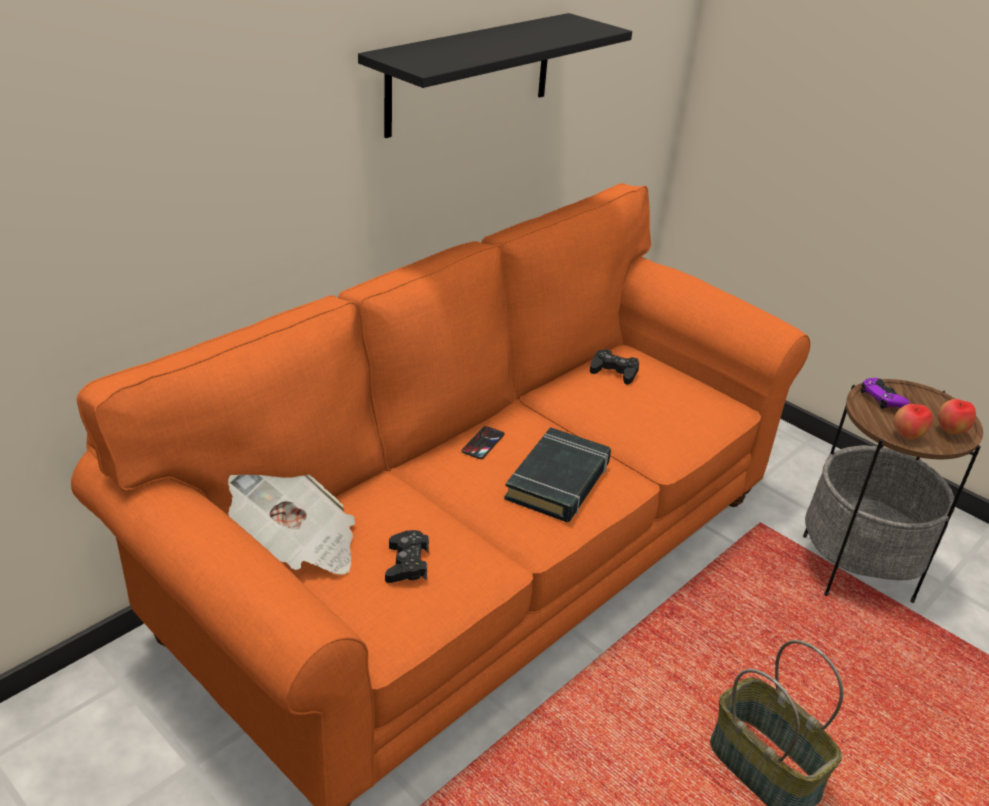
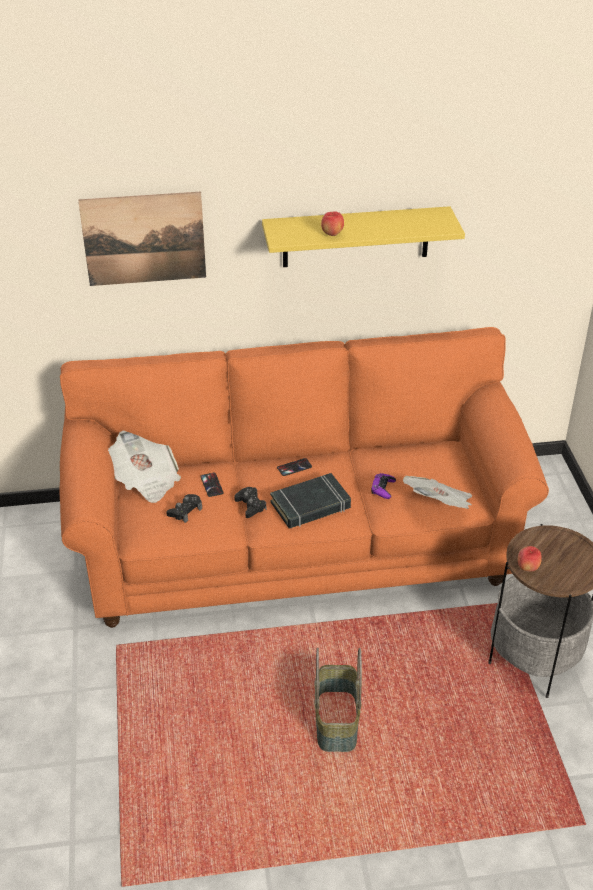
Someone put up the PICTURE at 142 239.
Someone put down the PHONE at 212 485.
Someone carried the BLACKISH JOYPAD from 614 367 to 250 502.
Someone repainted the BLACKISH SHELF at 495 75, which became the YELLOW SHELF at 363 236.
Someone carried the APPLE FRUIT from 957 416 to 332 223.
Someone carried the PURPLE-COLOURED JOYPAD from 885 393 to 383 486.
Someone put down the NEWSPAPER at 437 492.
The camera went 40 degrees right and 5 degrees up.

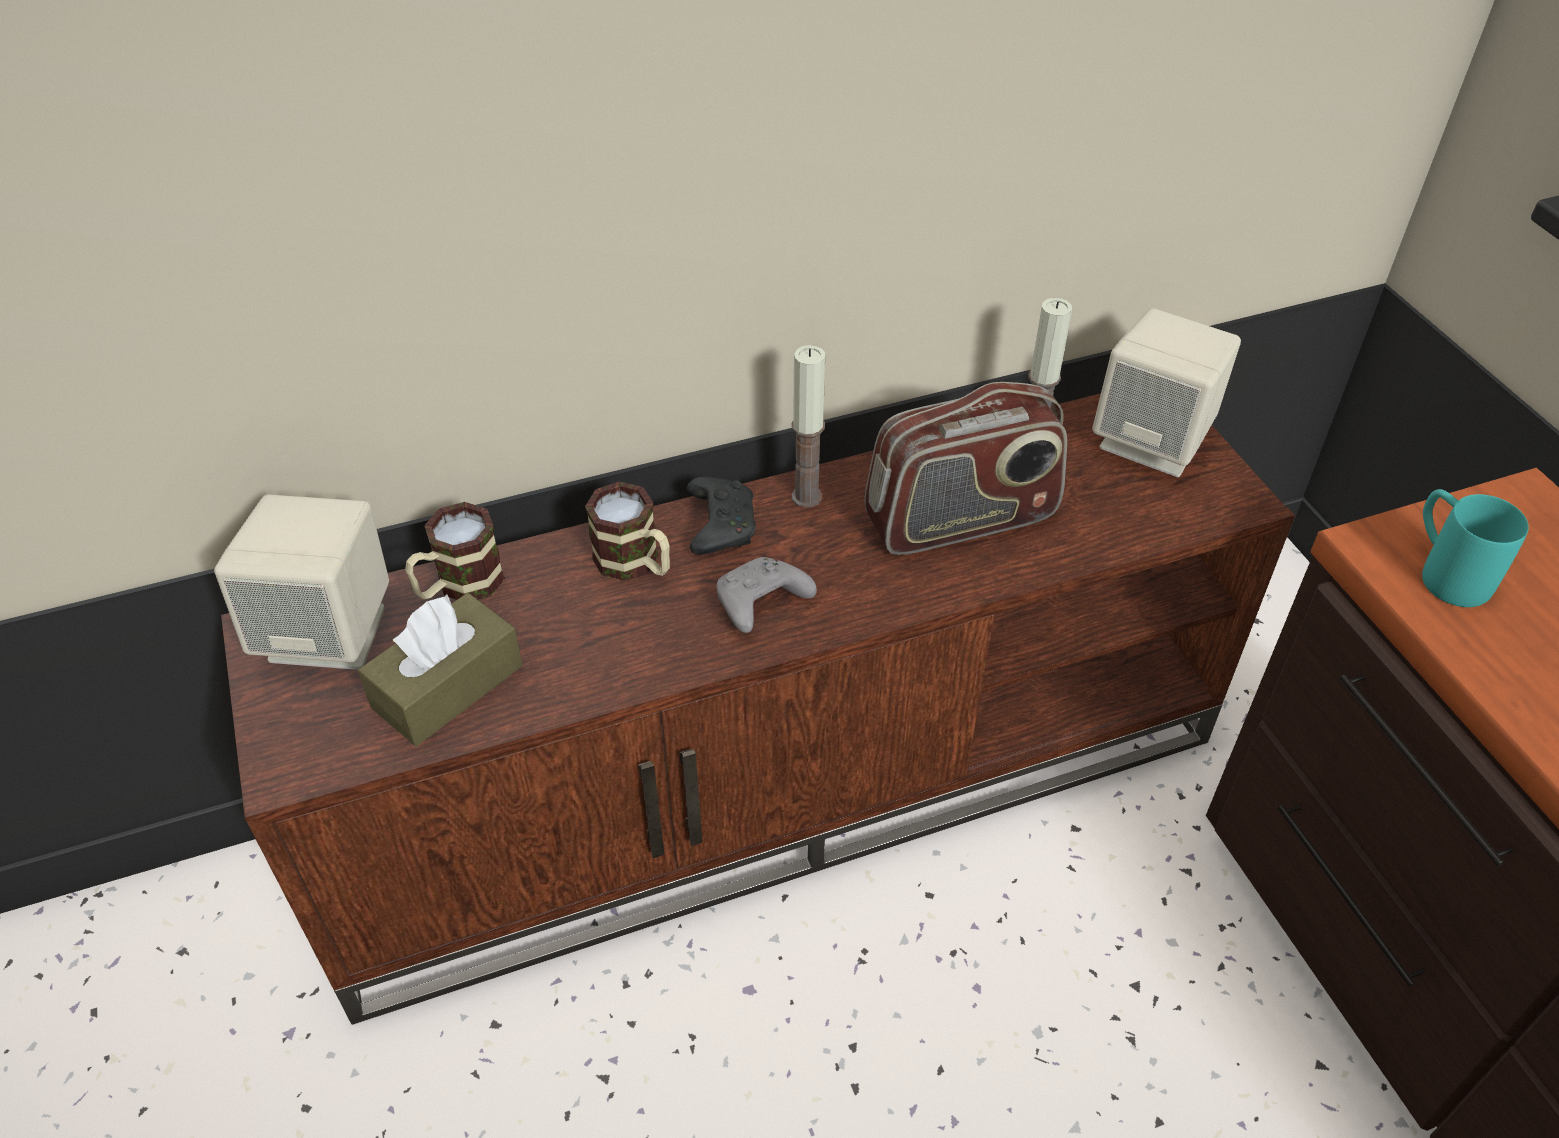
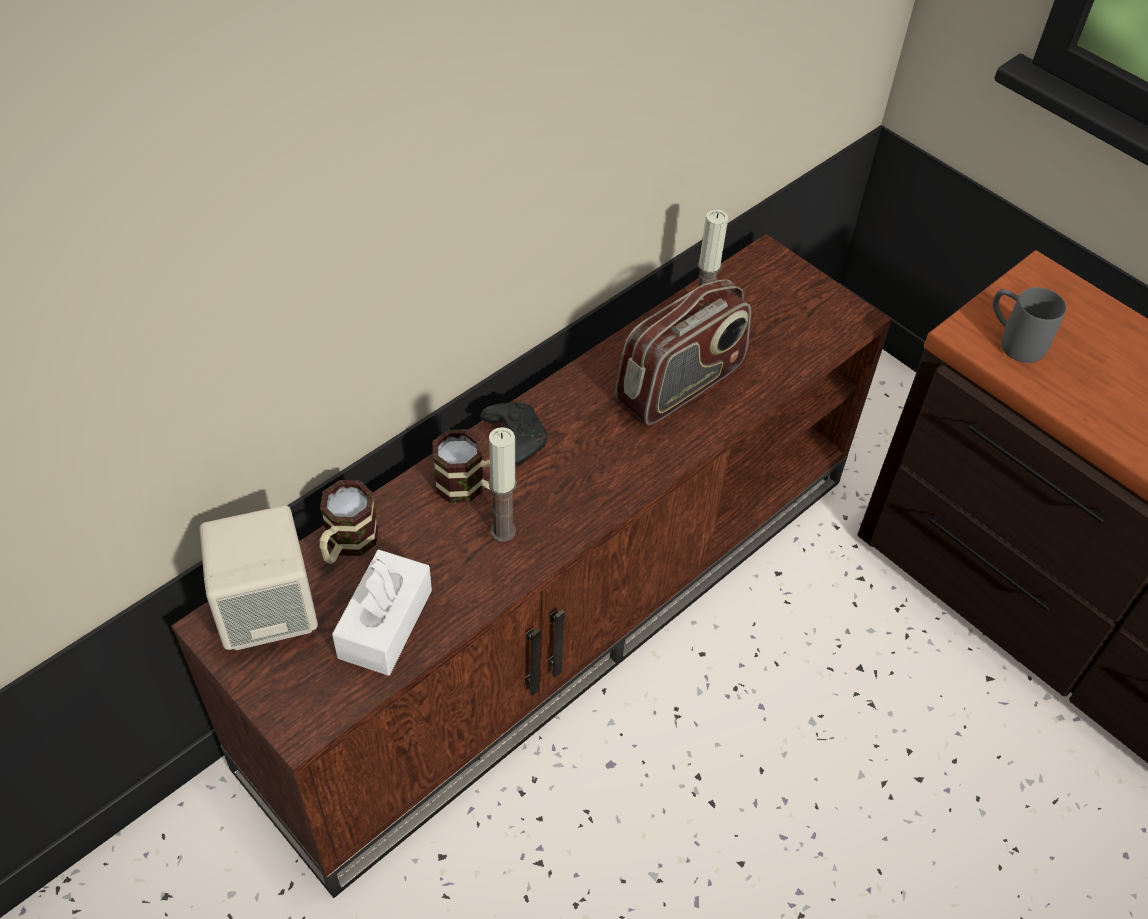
Someone repainted the BROWNISH TISSUE BOX at 440 669, which became the WHITE TISSUE BOX at 382 613.
Someone carried the WAX LIGHT from 808 426 to 503 484.
Someone repainted the BLUE-GREEN TEA MUG at 1475 548, which became the GREY TEA MUG at 1029 325.
Someone took away the GREY JOYPAD at 766 595.
Someone took away the SAND-COLOURED SPEAKER at 1166 392.
The camera went 25 degrees left and 5 degrees up.

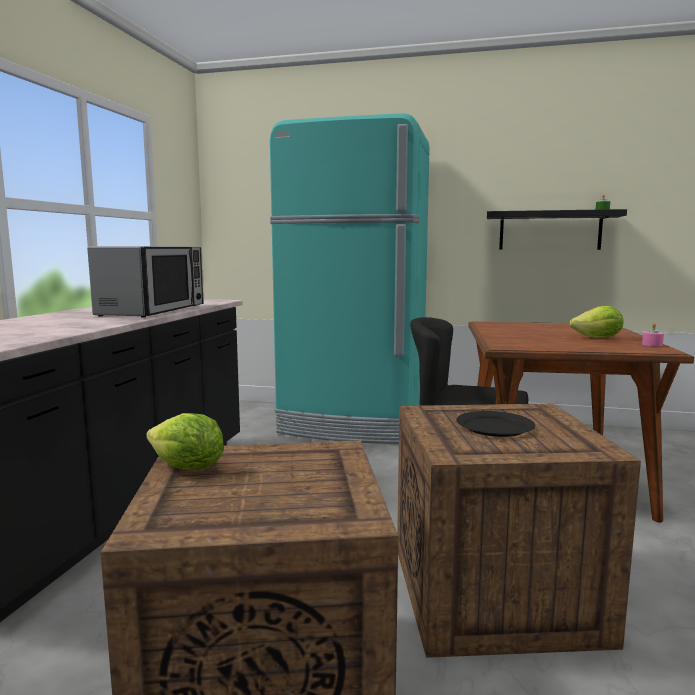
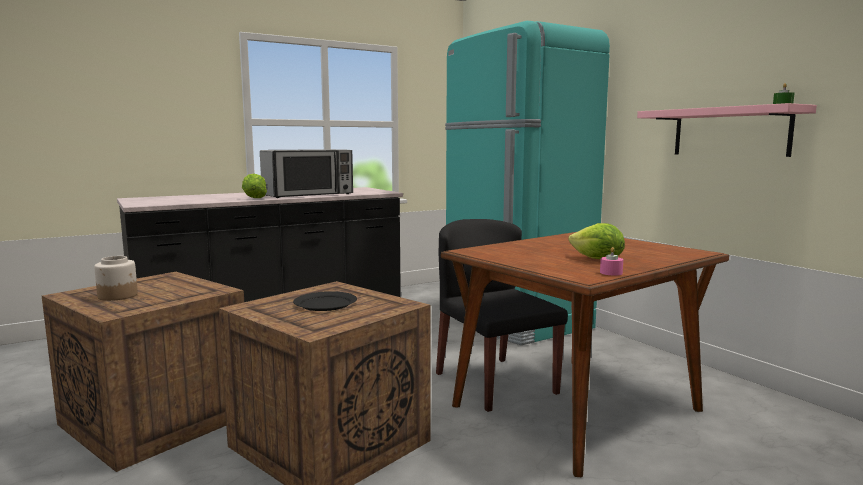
Someone put down the STORAGE JAR at 116 278.
Someone carried the LETTUCE HEAD from 185 441 to 254 186.
Someone repainted the BLACKISH SHELF at 557 229, which became the PINKISH SHELF at 727 130.
The camera went 45 degrees right and 0 degrees up.

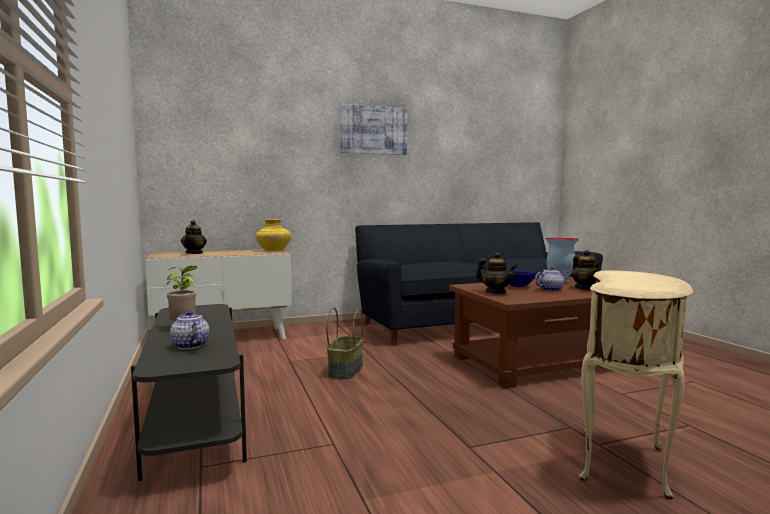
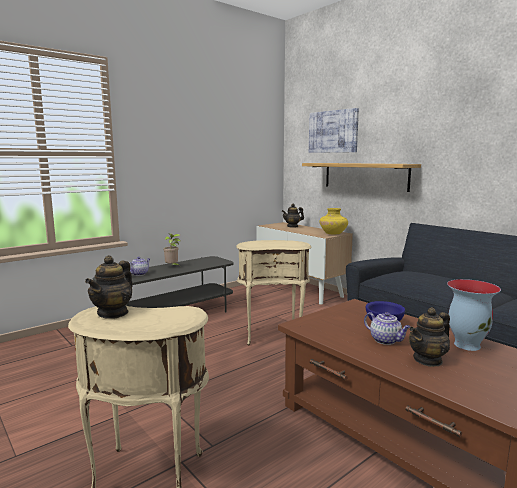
Someone carried the POT FOR TEA from 497 273 to 109 287.
Someone swapped the STORAGE BASKET at 345 343 for the SAND-COLOURED SIDE TABLE at 273 293.
Someone put up the SHELF at 361 177.
Someone carried the PICTURE from 373 129 to 334 130.
The camera went 70 degrees right and 5 degrees up.

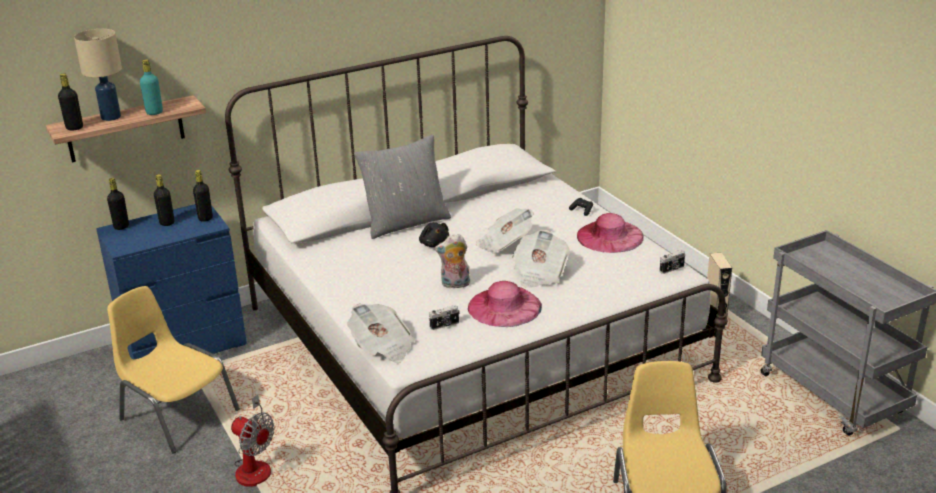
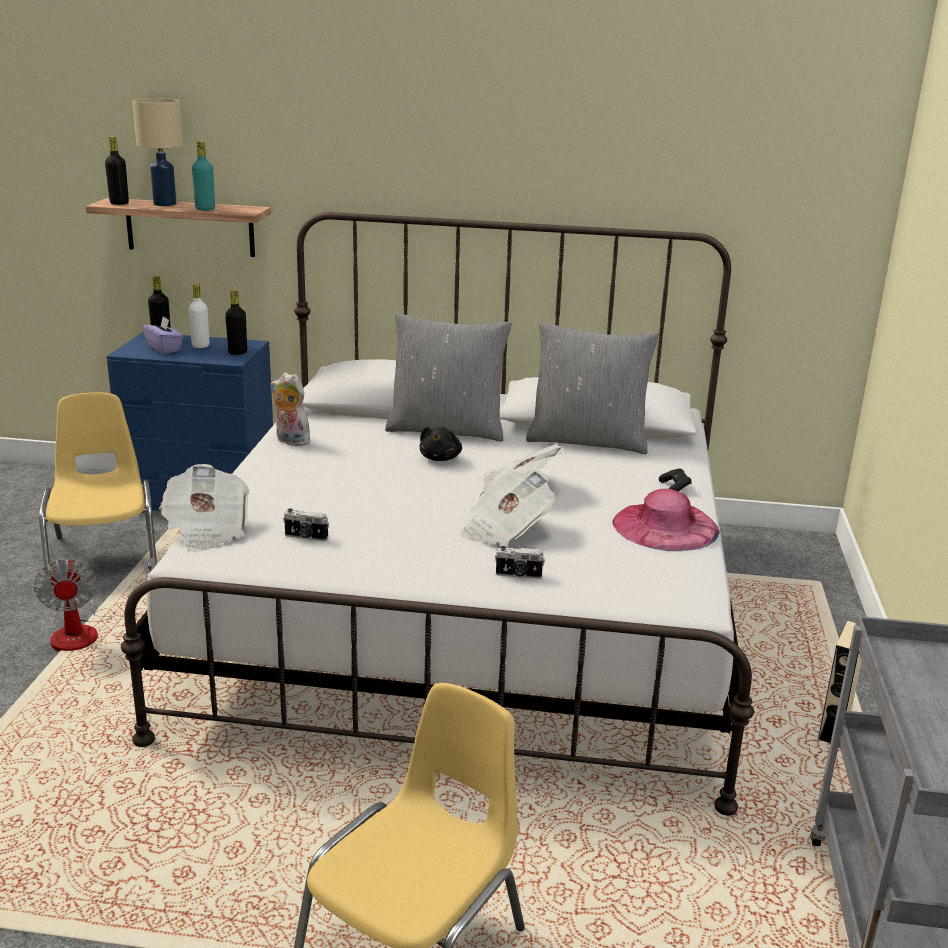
Someone put down the PURPLE-COLOURED TISSUE BOX at 163 335.
Someone repainted the BLACKISH BOTTLE at 164 200, which became the WHITE BOTTLE at 199 316.
Someone carried the CUDDLY TOY from 452 261 to 290 409.
Someone carried the STILL CAMERA from 672 262 to 520 562.
Someone put down the GREY CUSHION at 592 388.
Someone took away the PINKISH CLOTHING HAT at 505 304.
The camera went 35 degrees right and 5 degrees down.

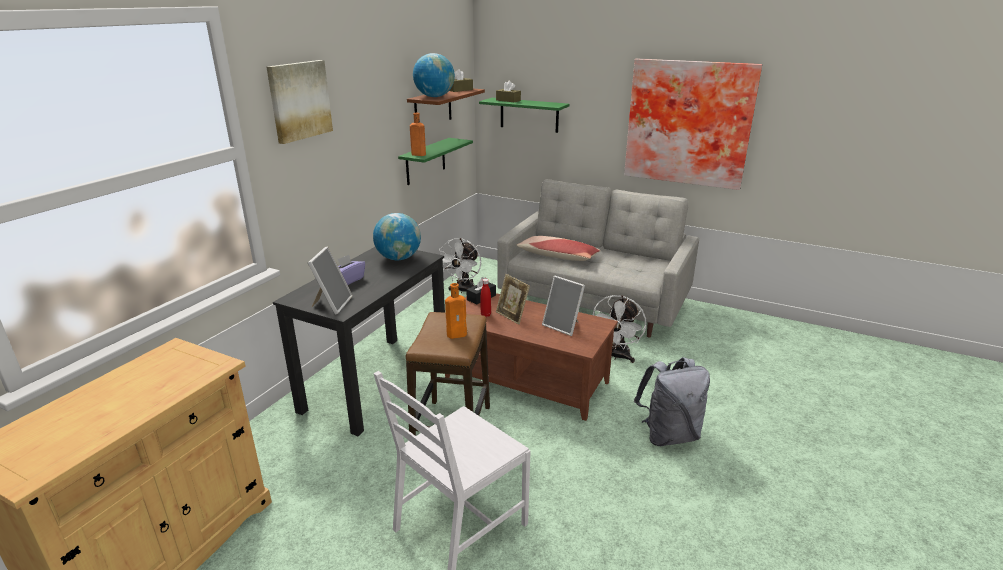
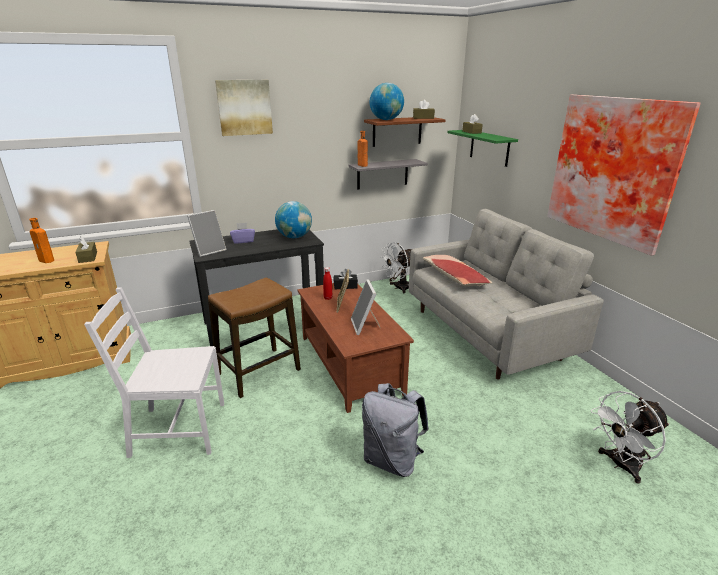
Someone carried the ORANGE-COLOURED BOTTLE from 456 311 to 41 240.
Someone put down the BROWNISH TISSUE BOX at 86 250.
Someone repainted the GREEN SHELF at 435 161, which became the GREY SHELF at 388 174.
Someone carried the WHITE ELECTRIC FAN from 619 329 to 630 437.
The camera went 40 degrees right and 0 degrees up.

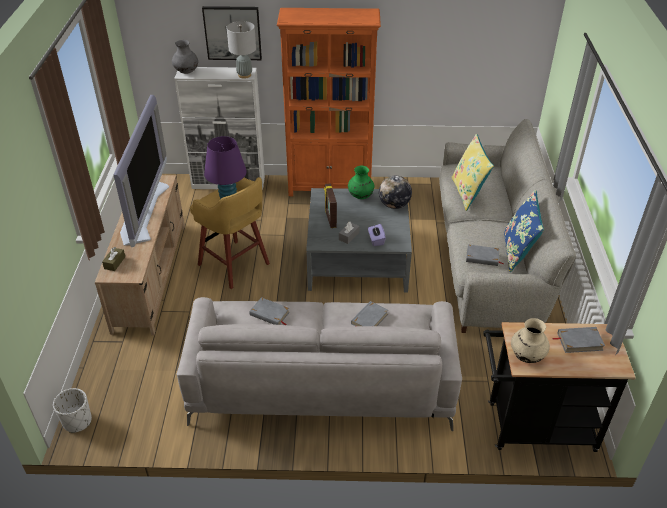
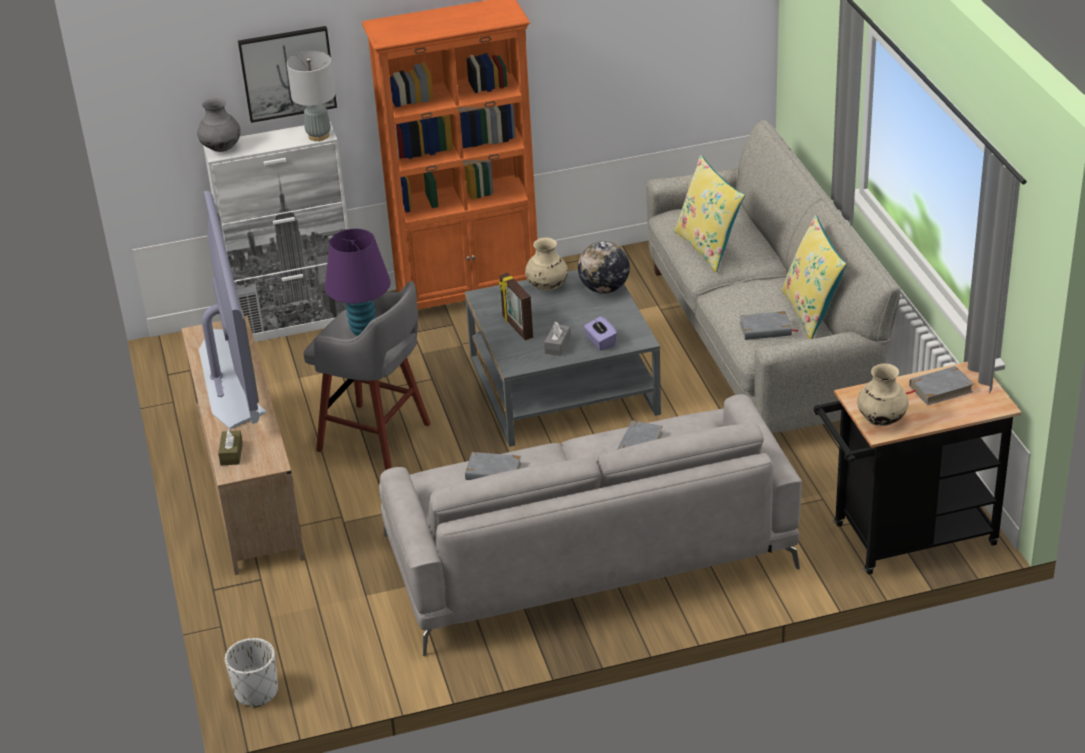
Someone repainted the YELLOW STOOL SEAT at 230 233, which became the GREY STOOL SEAT at 367 375.
Someone repainted the GREEN FLOWER VASE at 361 182, which became the SAND-COLOURED FLOWER VASE at 546 264.
Someone repainted the BLUE-COLOURED CUSHION at 524 231, which became the YELLOW CUSHION at 814 277.
The camera went 15 degrees left and 5 degrees down.

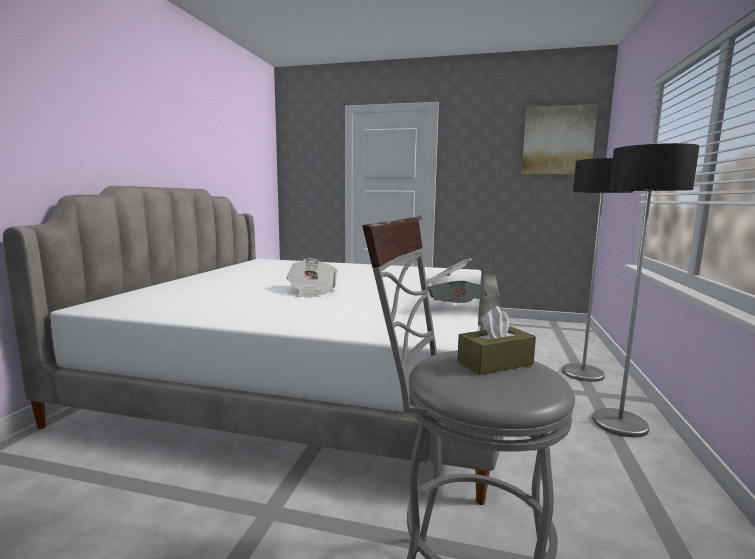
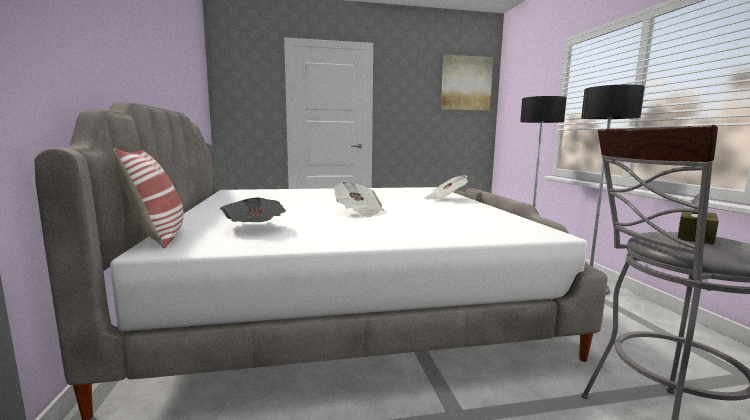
Someone put down the CUSHION at 148 198.
Someone carried the NEWSPAPER from 457 292 to 253 210.
The camera went 25 degrees left and 0 degrees up.

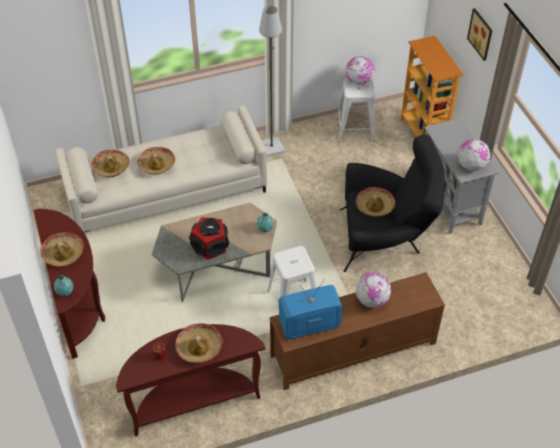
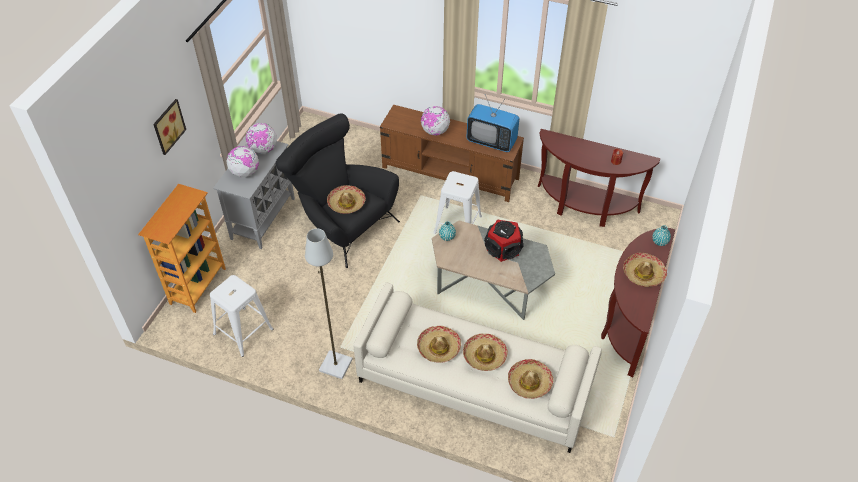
Someone carried the GLOBE from 360 70 to 242 162.
Someone carried the CLOTHING HAT from 199 343 to 439 344.
The camera went 140 degrees left and 0 degrees up.

